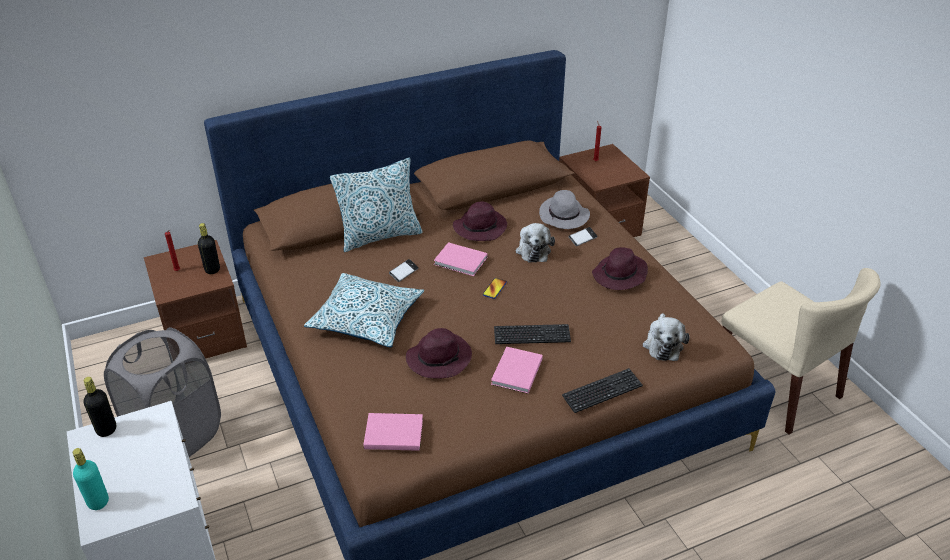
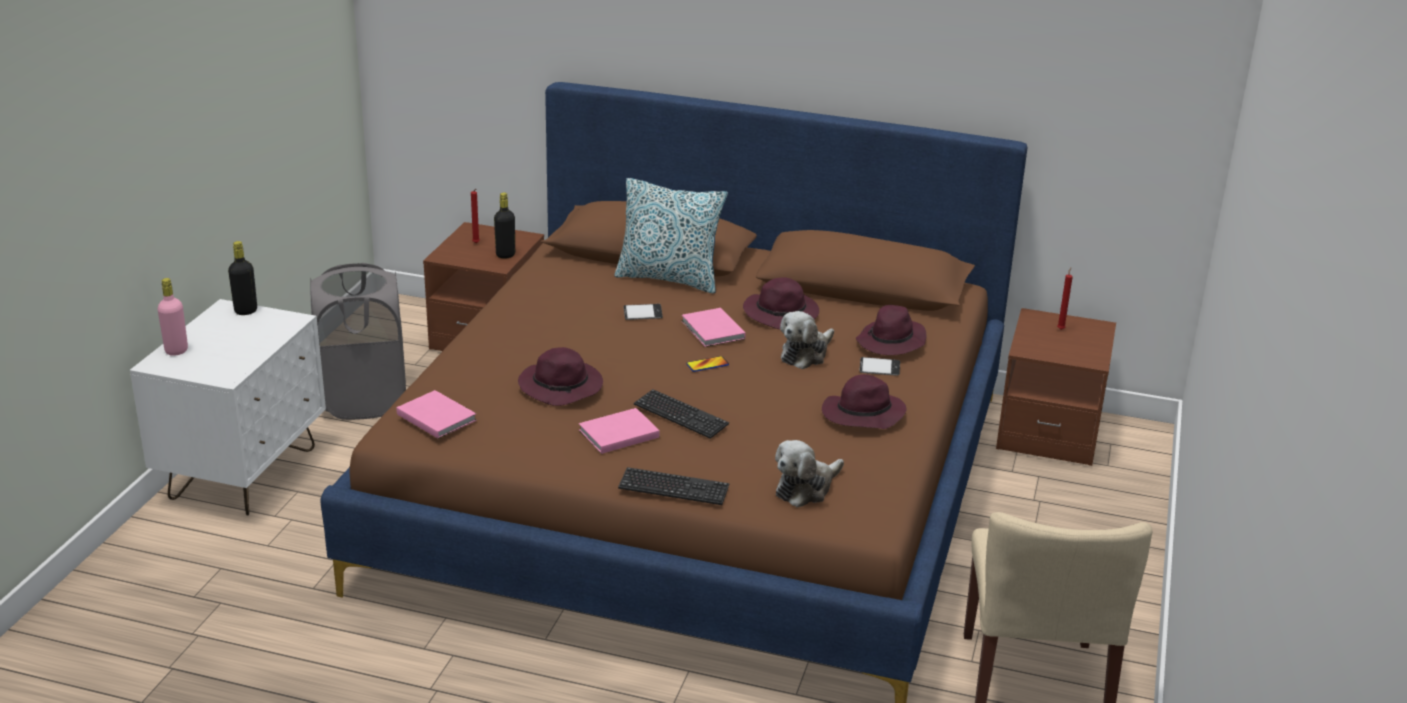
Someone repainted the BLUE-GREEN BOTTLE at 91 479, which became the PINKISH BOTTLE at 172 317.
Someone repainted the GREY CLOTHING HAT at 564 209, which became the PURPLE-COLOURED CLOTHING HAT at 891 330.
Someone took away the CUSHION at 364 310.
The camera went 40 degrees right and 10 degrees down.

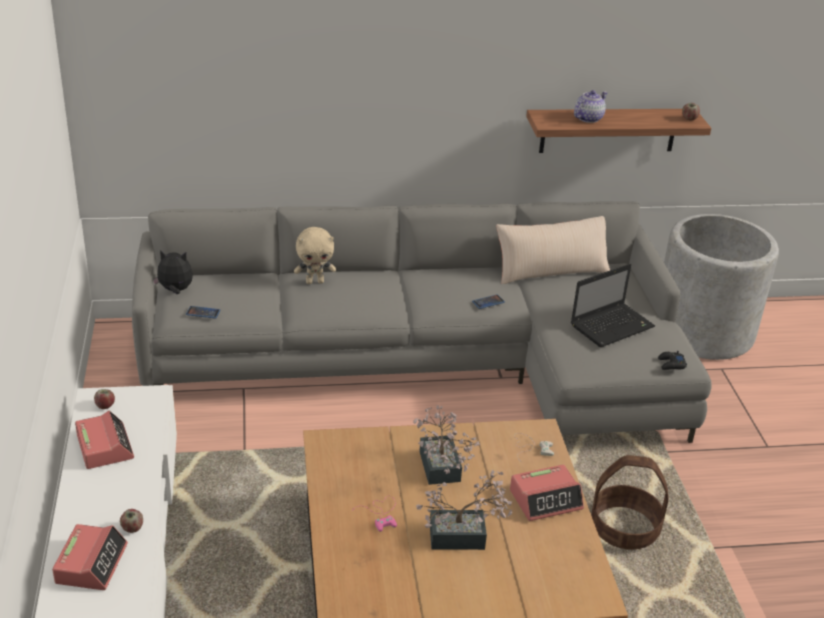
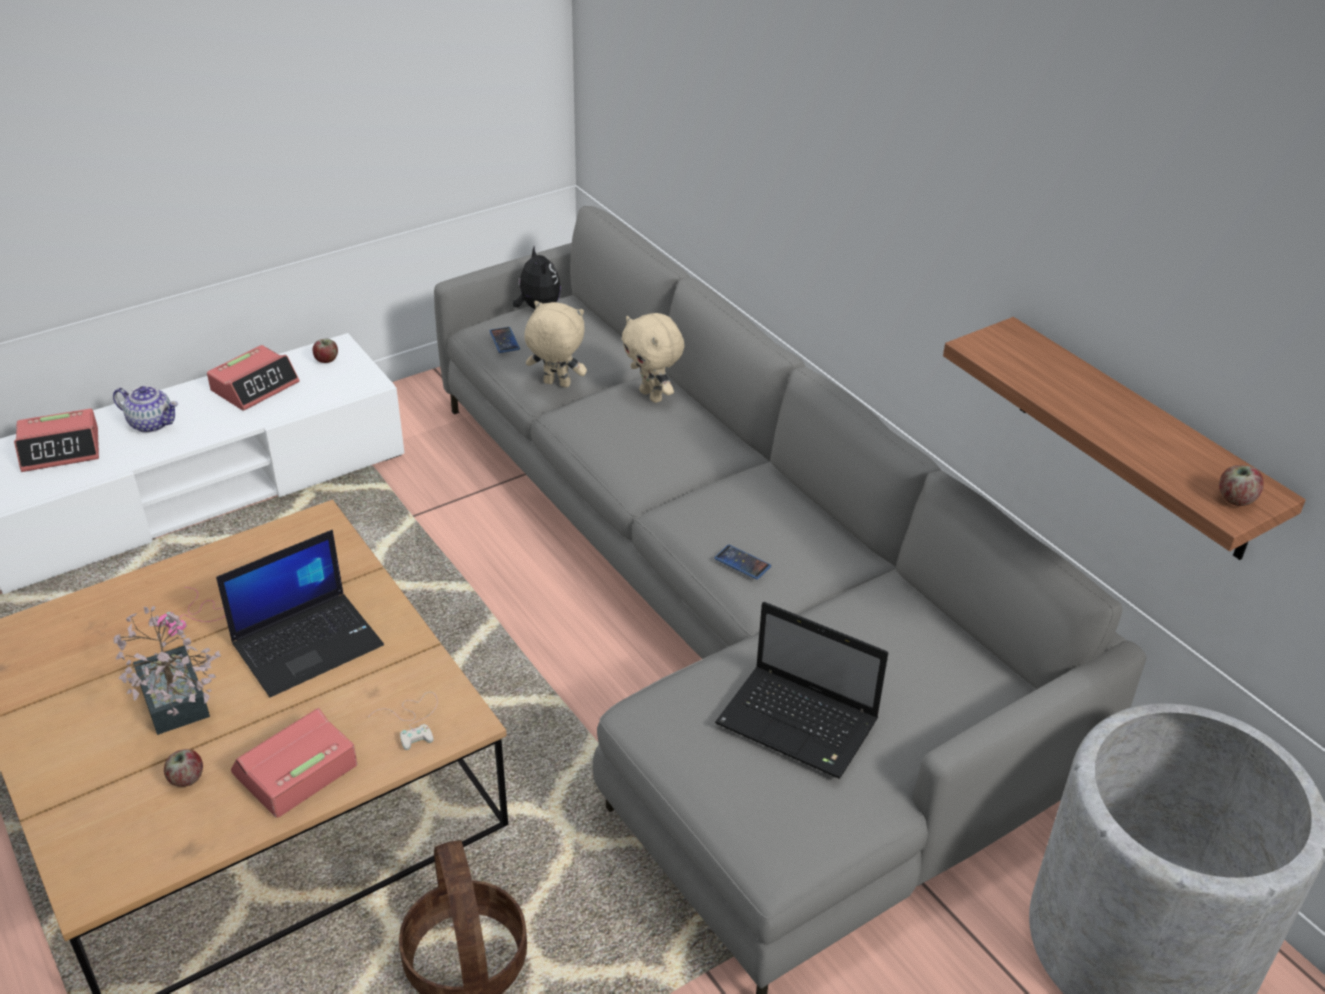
Someone carried the POT FOR TEA from 591 106 to 145 409.
Someone carried the APPLE FRUIT from 131 521 to 183 768.
Someone swapped the HOUSEPLANT at 446 445 for the LAPTOP at 300 613.
Someone rotated the ALARM CLOCK at 547 493 by 90 degrees clockwise.
Someone put down the SAND-COLOURED CUDDLY TOY at 555 344.
Someone took away the SAND-COLOURED CUSHION at 553 250.
Someone took away the BLACKISH JOYPAD at 672 360.
The camera went 65 degrees right and 5 degrees up.

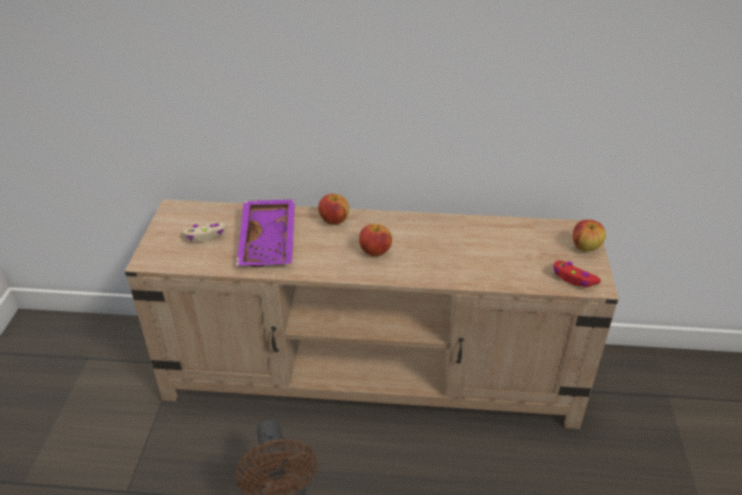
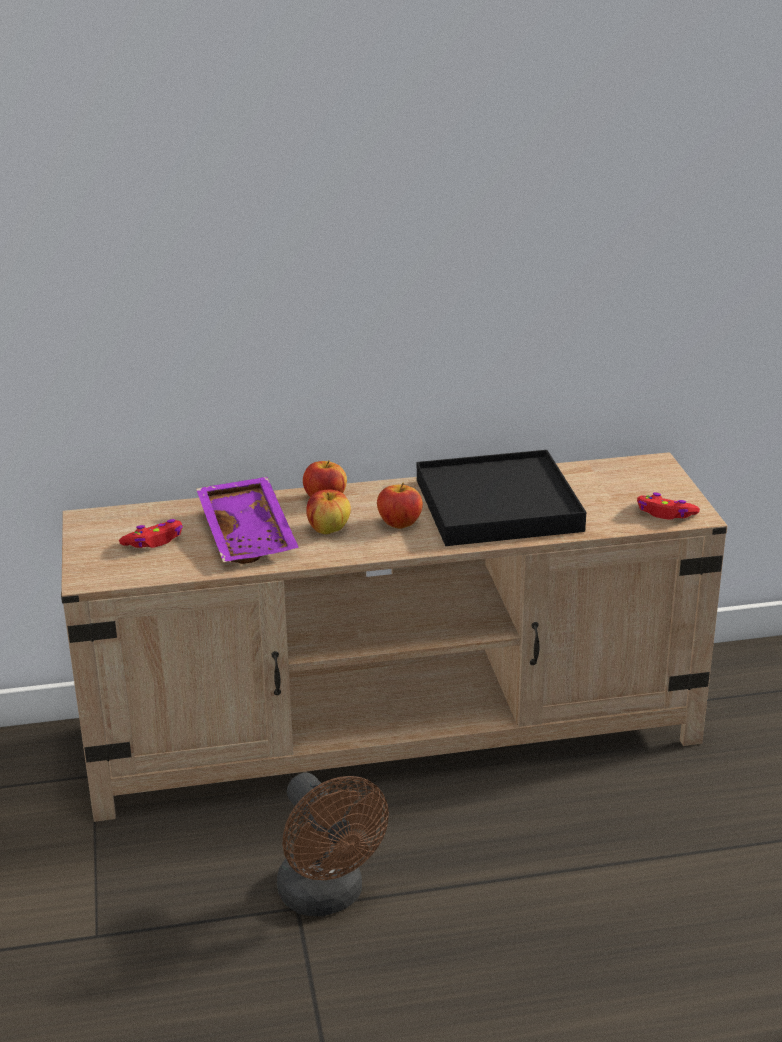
Someone repainted the SAND-COLOURED JOYPAD at 204 232, which became the REDDISH JOYPAD at 151 533.
Someone carried the APPLE FRUIT from 589 236 to 328 511.
Someone put down the BLACKISH TRAY at 501 498.
The camera went 15 degrees left and 10 degrees down.

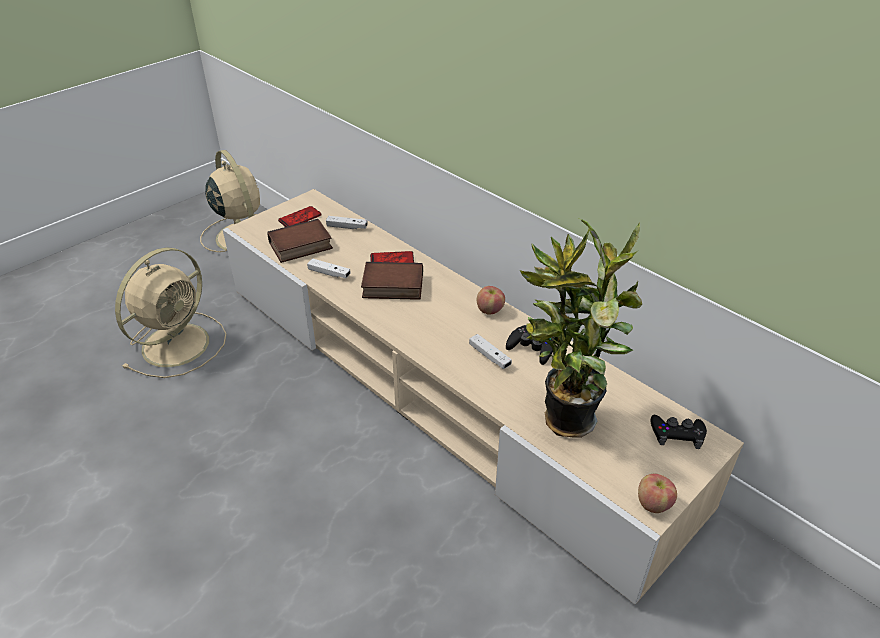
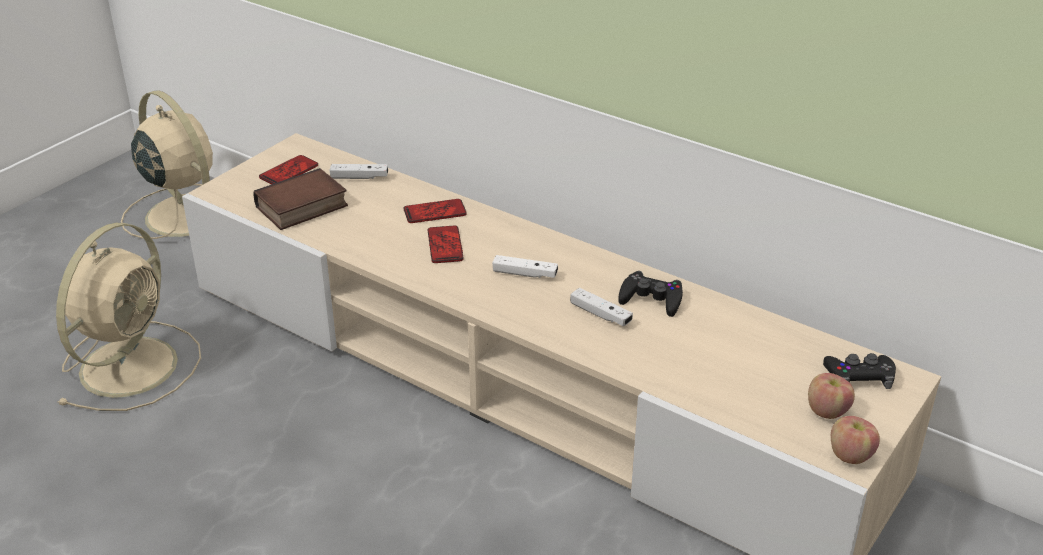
Someone swapped the VOLUME at 392 281 for the PHONE at 446 244.
Someone carried the WHITE JOYPAD from 329 268 to 525 266.
Someone carried the APPLE FRUIT from 491 300 to 831 396.
Someone took away the HOUSEPLANT at 581 328.
The camera went 10 degrees left and 5 degrees down.

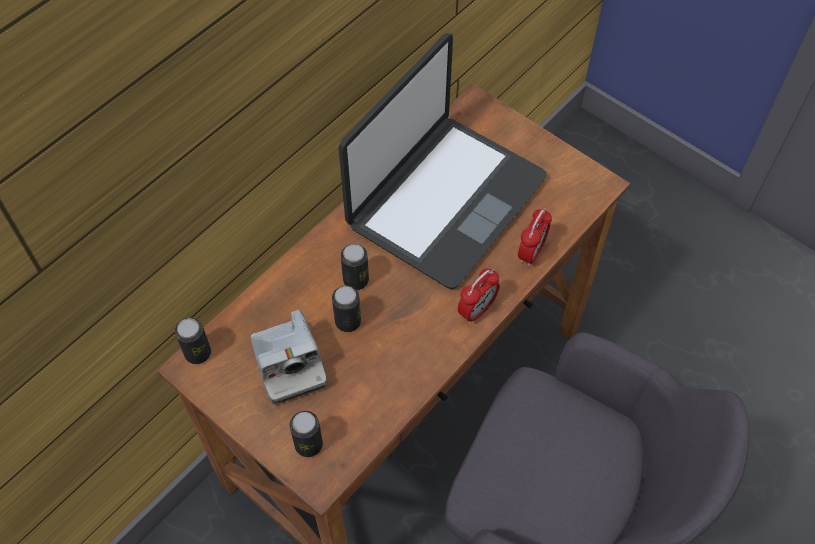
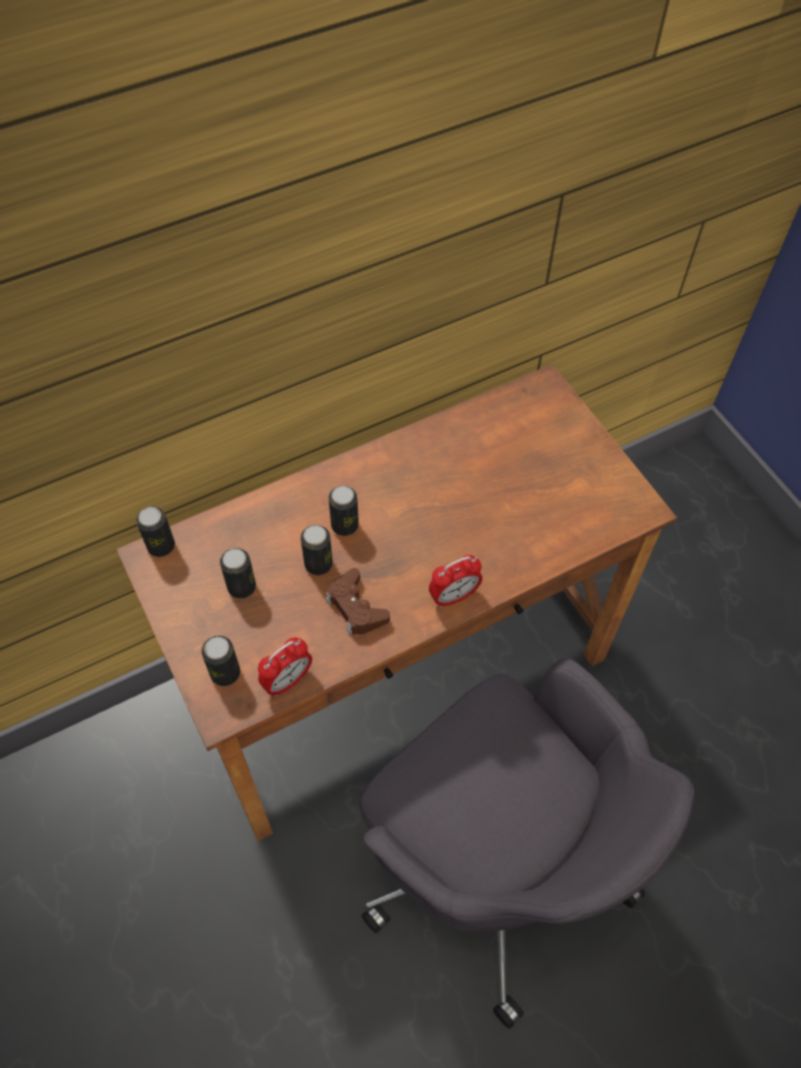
Someone swapped the STILL CAMERA at 289 357 for the CAN at 238 573.
Someone carried the ALARM CLOCK from 535 237 to 285 667.
Someone put down the BROWNISH JOYPAD at 358 601.
Someone took away the LAPTOP at 443 161.
The camera went 20 degrees right and 0 degrees up.

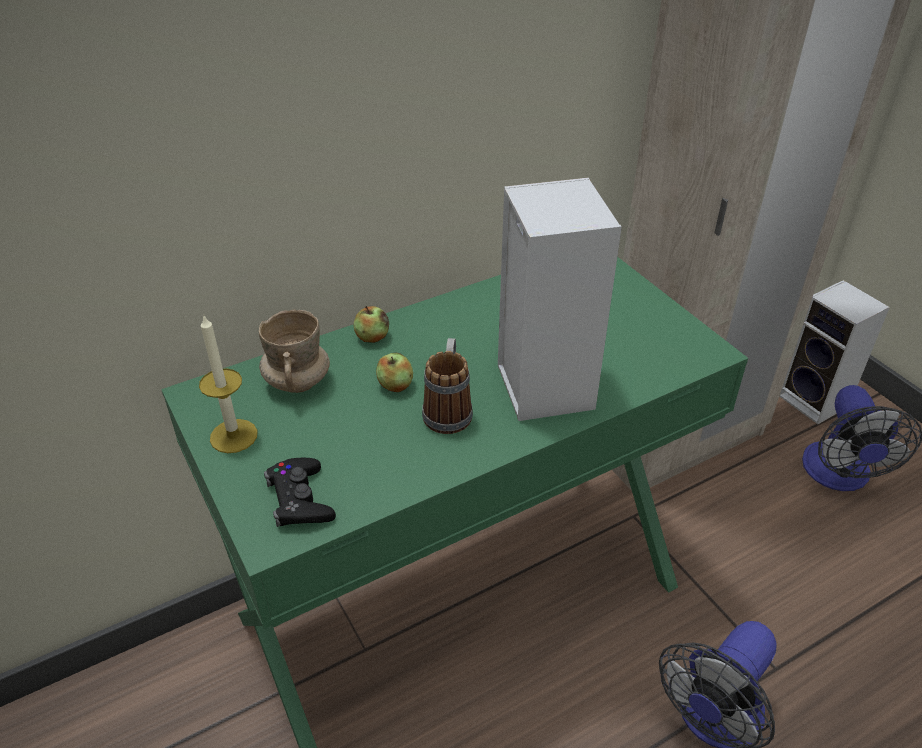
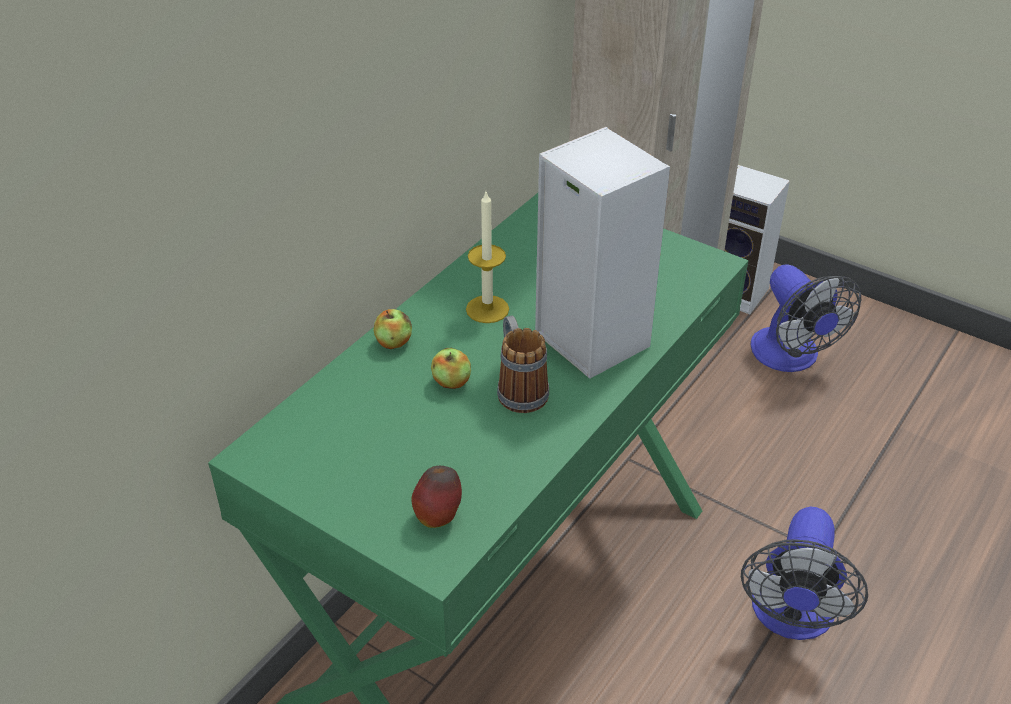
Someone swapped the BLACKISH JOYPAD at 300 492 for the APPLE FRUIT at 436 497.
Someone carried the WAX LIGHT from 228 384 to 487 257.
Someone took away the SAND-COLOURED TEA MUG at 294 351.
The camera went 25 degrees left and 0 degrees up.

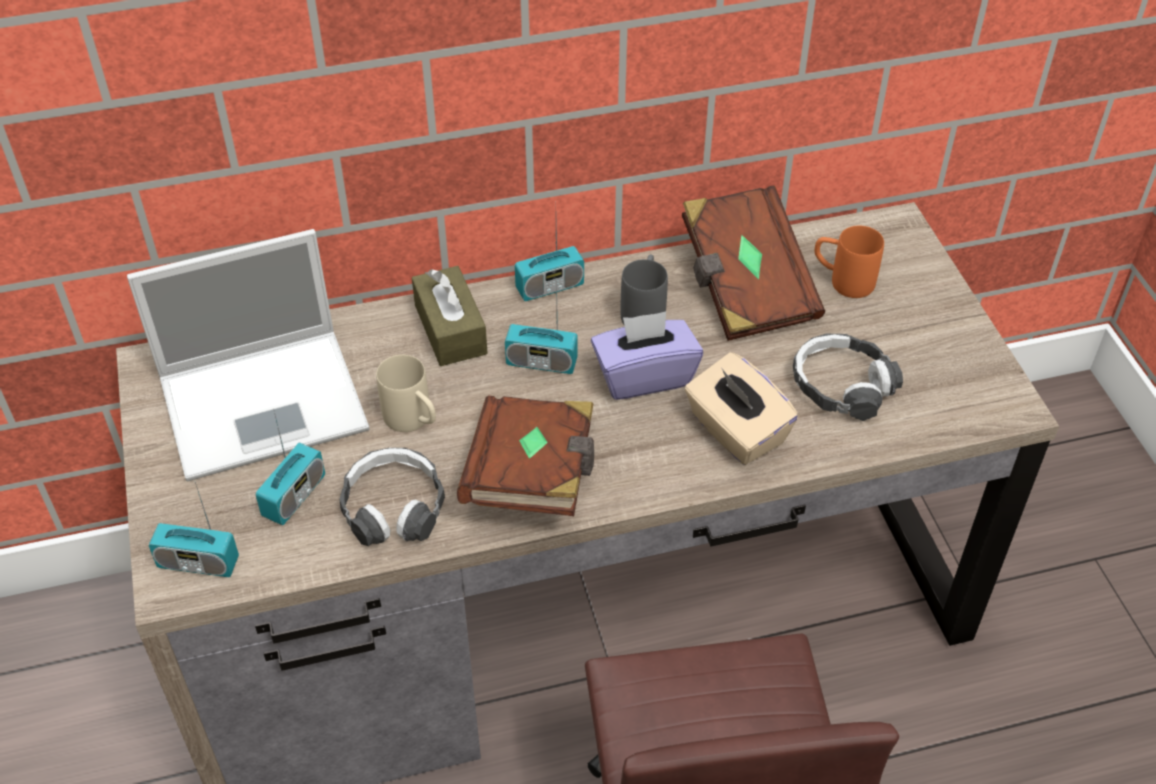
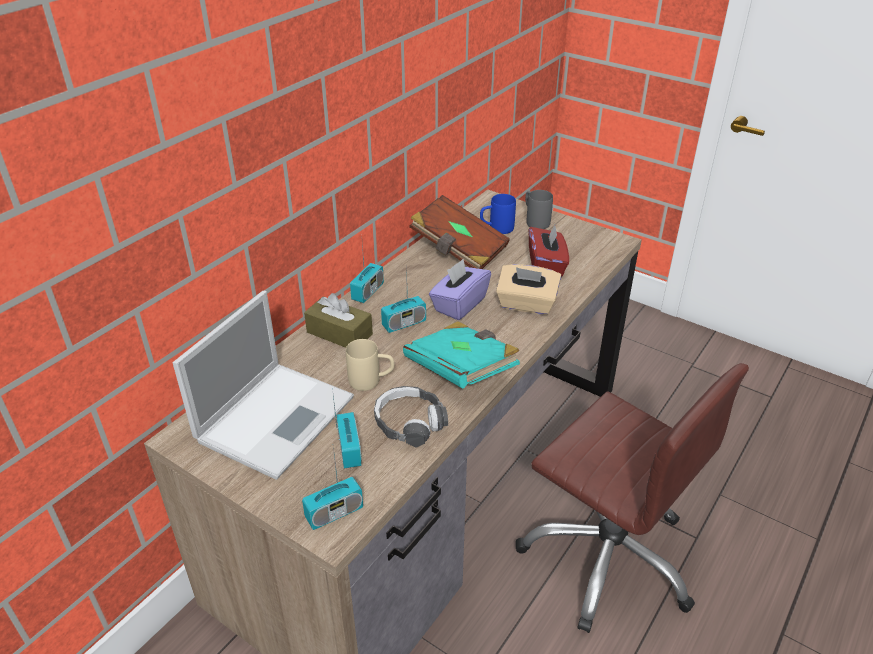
Someone repainted the BROWNISH VOLUME at 525 456, which became the BLUE-GREEN VOLUME at 461 355.
Someone repainted the ORANGE-COLOURED TEA MUG at 849 261, which became the BLUE-COLOURED TEA MUG at 498 214.
Someone carried the GREY TEA MUG from 644 289 to 539 209.
Someone swapped the HEADPHONES at 848 377 for the REDDISH TISSUE BOX at 549 250.
The camera went 40 degrees left and 10 degrees down.

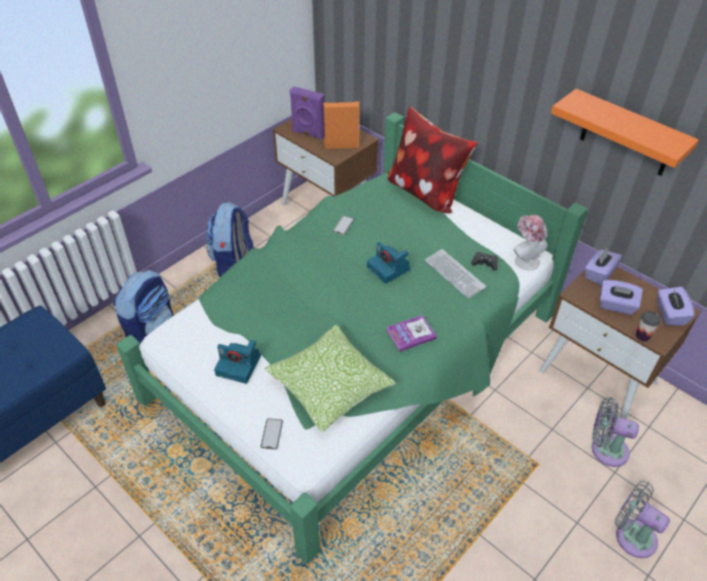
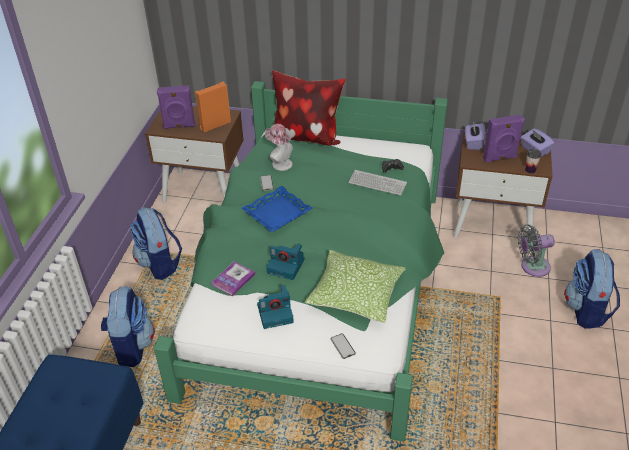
Someone carried the VOLUME from 411 333 to 233 278.
Someone put down the BLUE-COLOURED TRAY at 277 209.
Someone carried the CLOTHING HAT from 530 243 to 279 147.
Someone carried the STILL CAMERA from 389 263 to 285 261.
Someone swapped the PURPLE-COLOURED TISSUE BOX at 621 297 for the PURPLE-COLOURED SPEAKER at 504 139.
Someone swapped the GREY ELECTRIC FAN at 642 519 for the BACKPACK at 592 289.
Someone took away the ORANGE-COLOURED SHELF at 625 132.
The camera went 30 degrees left and 5 degrees down.

